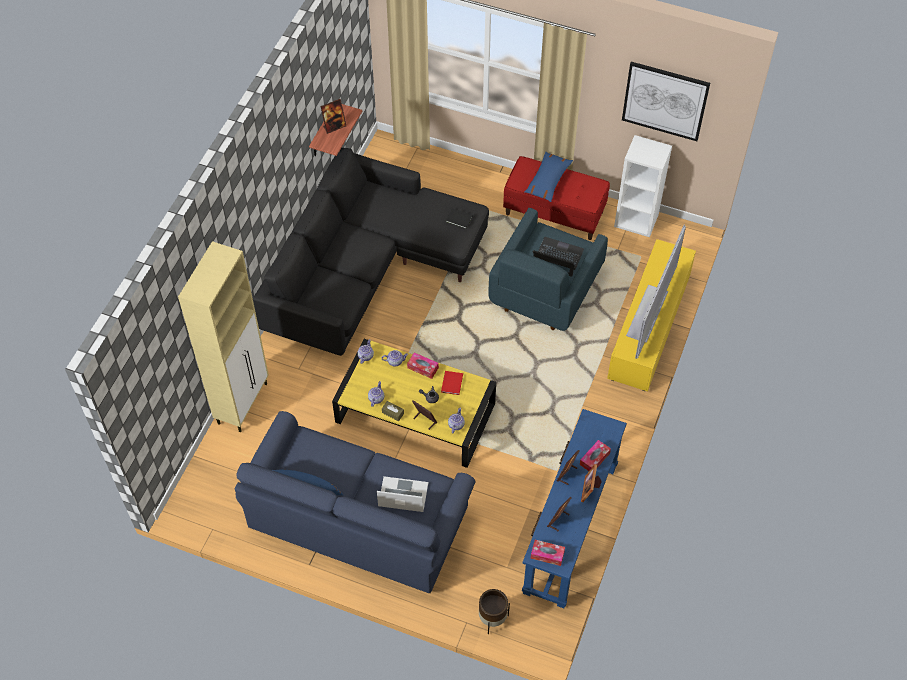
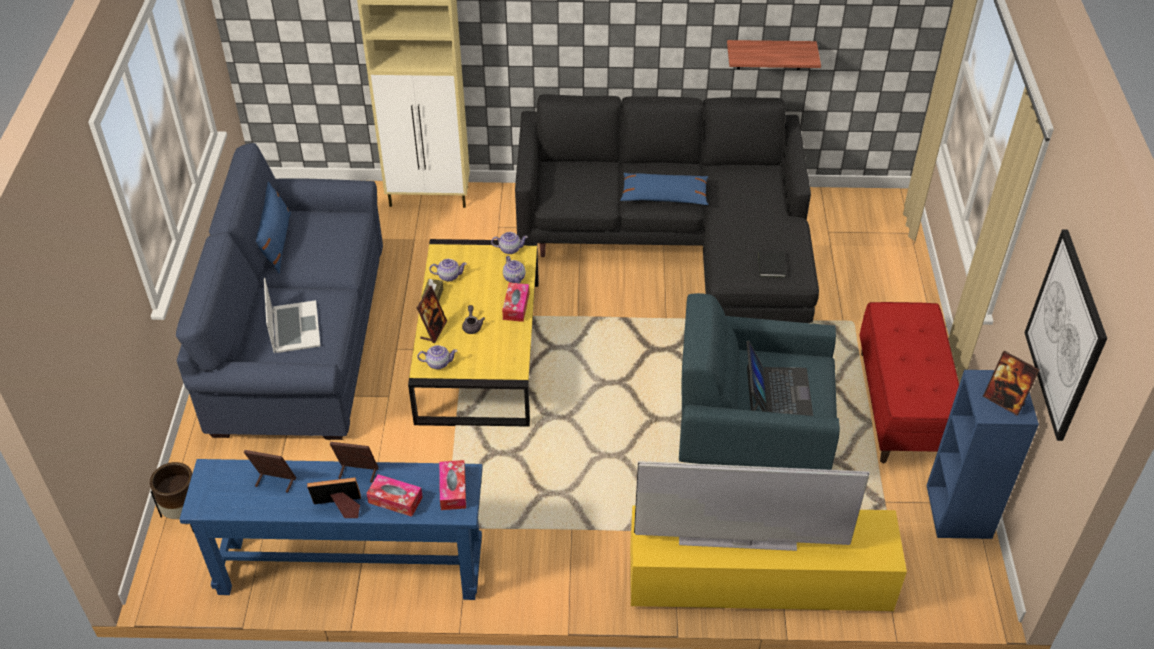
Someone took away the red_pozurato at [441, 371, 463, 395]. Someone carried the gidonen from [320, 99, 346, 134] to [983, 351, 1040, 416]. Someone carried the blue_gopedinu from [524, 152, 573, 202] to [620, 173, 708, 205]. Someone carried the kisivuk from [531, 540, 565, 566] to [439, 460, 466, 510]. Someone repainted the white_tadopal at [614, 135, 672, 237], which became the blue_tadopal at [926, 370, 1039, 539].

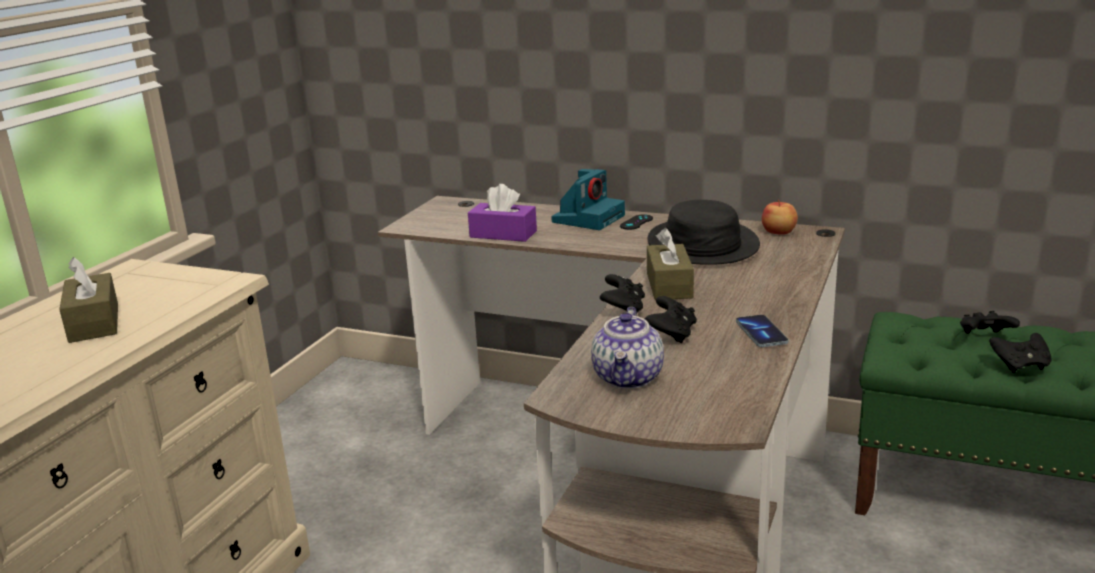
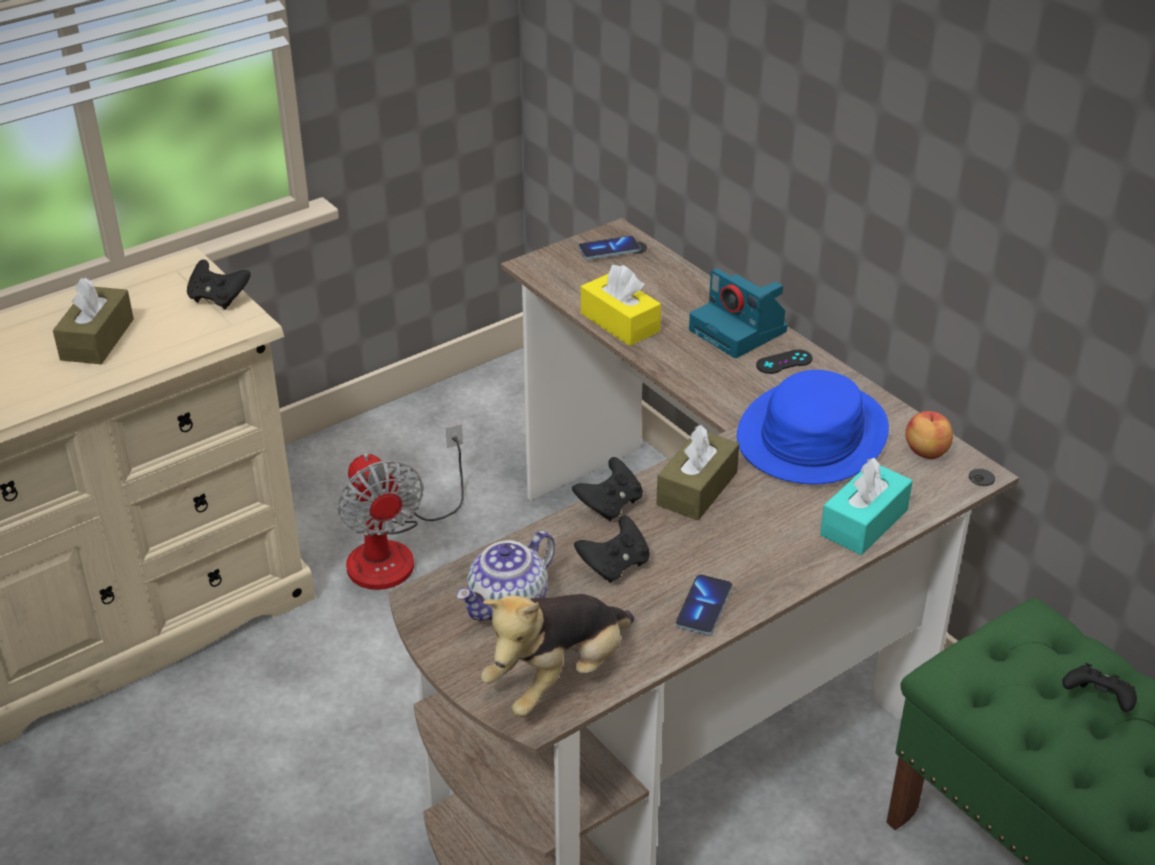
Someone put down the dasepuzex at [337, 424, 464, 590]. Someone put down the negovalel at [481, 594, 634, 717]. Someone put down the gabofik at [578, 236, 641, 260]. Someone put down the turquoise_kisivuk at [820, 458, 913, 555]. Someone carried the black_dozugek from [989, 333, 1051, 373] to [187, 260, 251, 310]. Someone repainted the purple_kisivuk at [468, 184, 537, 242], which became the yellow_kisivuk at [581, 265, 661, 346]. Someone repainted the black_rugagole at [647, 200, 760, 265], which became the blue_rugagole at [737, 370, 889, 484]. Someone rotated the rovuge at [551, 169, 625, 230] by 75 degrees clockwise.

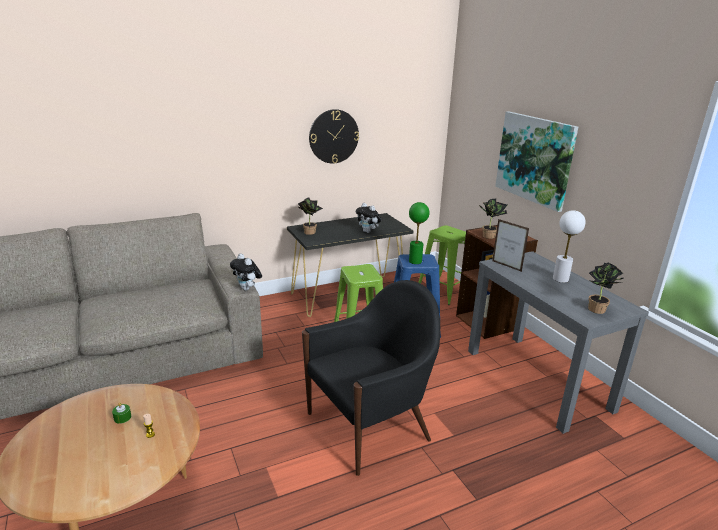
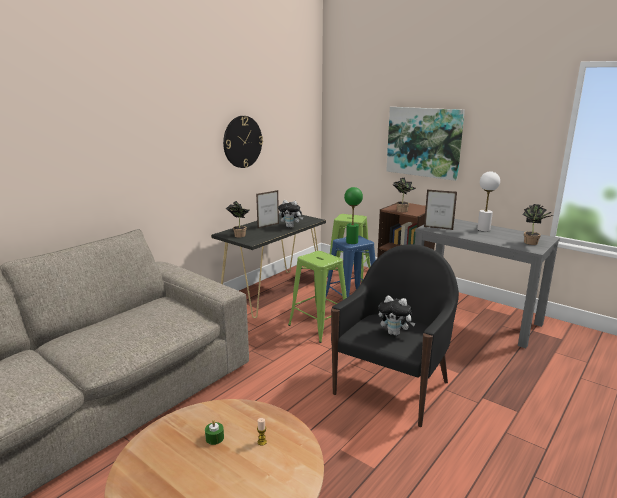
Someone put down the gidonen at [256, 190, 279, 228]. Someone carried the negovalel from [230, 254, 262, 291] to [378, 296, 415, 336].

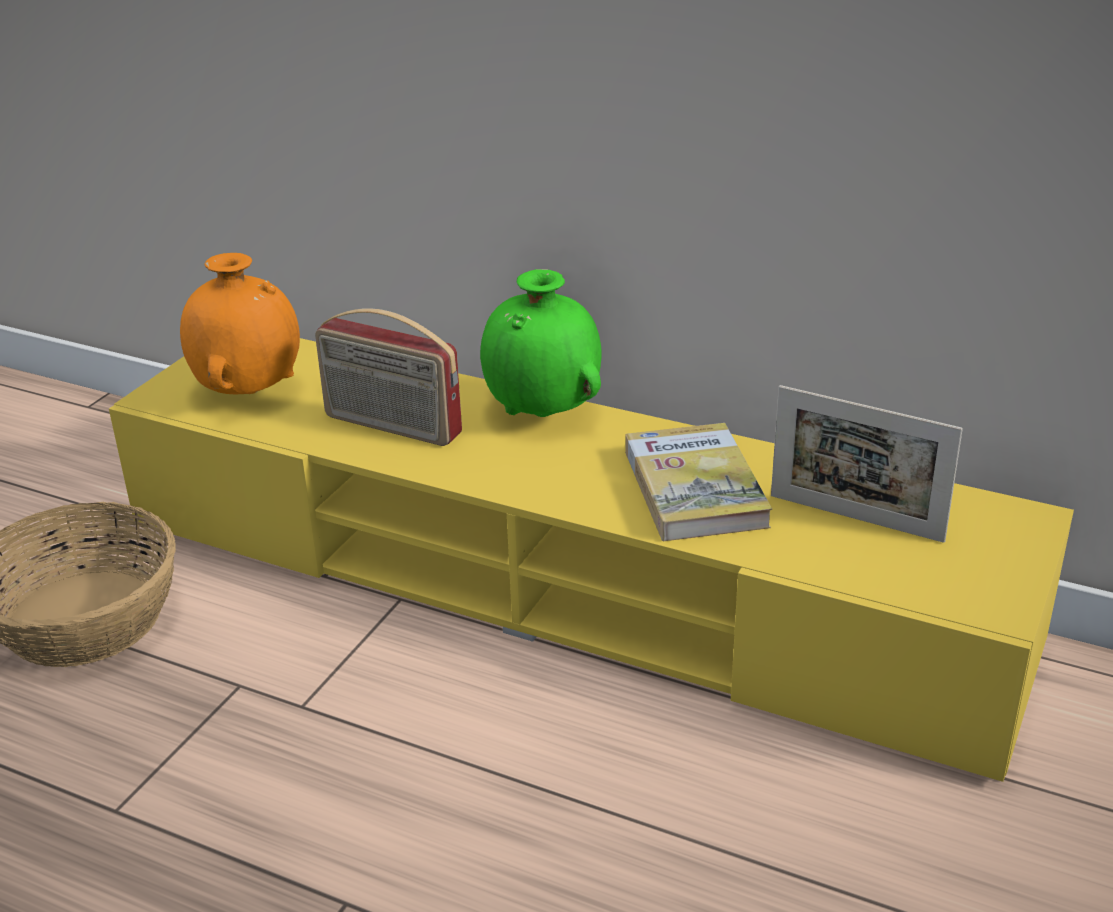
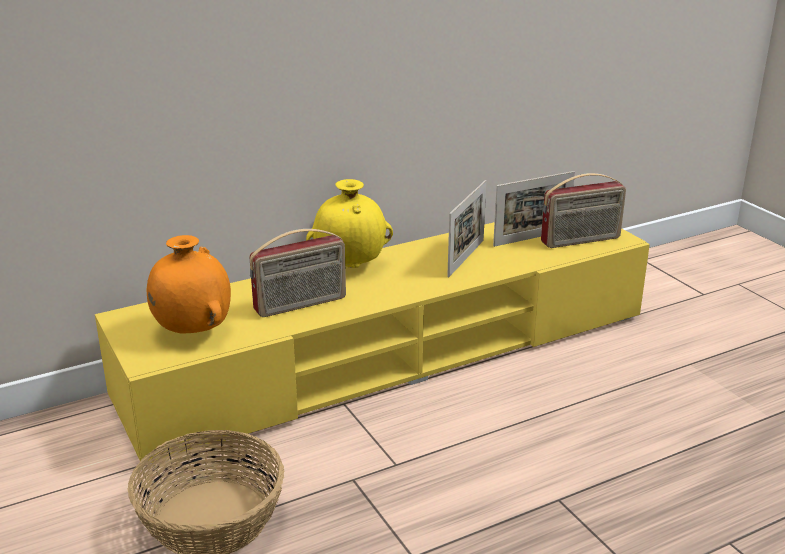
Someone put down the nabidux at [541, 173, 626, 248]. Someone swapped the pozurato at [625, 423, 772, 541] for the gidonen at [447, 180, 486, 277]. Someone repainted the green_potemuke at [480, 269, 602, 417], which became the yellow_potemuke at [306, 179, 393, 268].

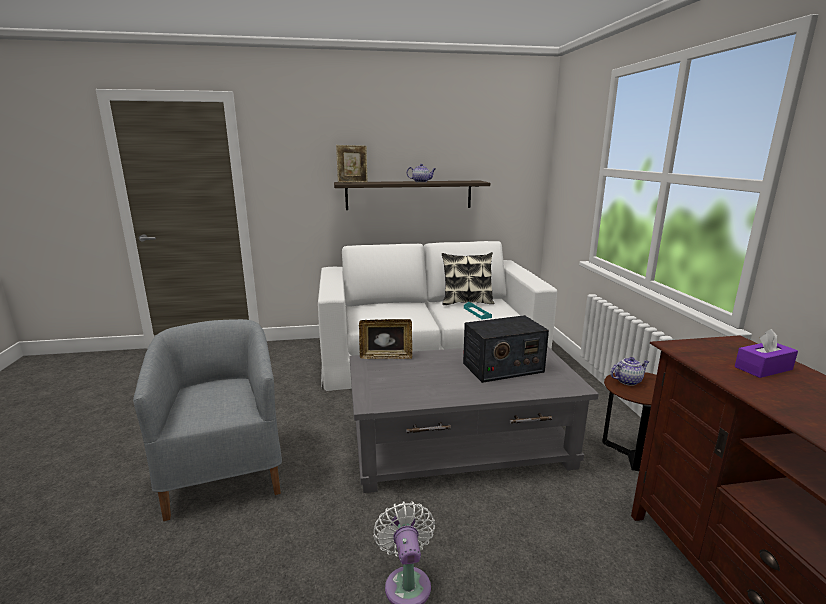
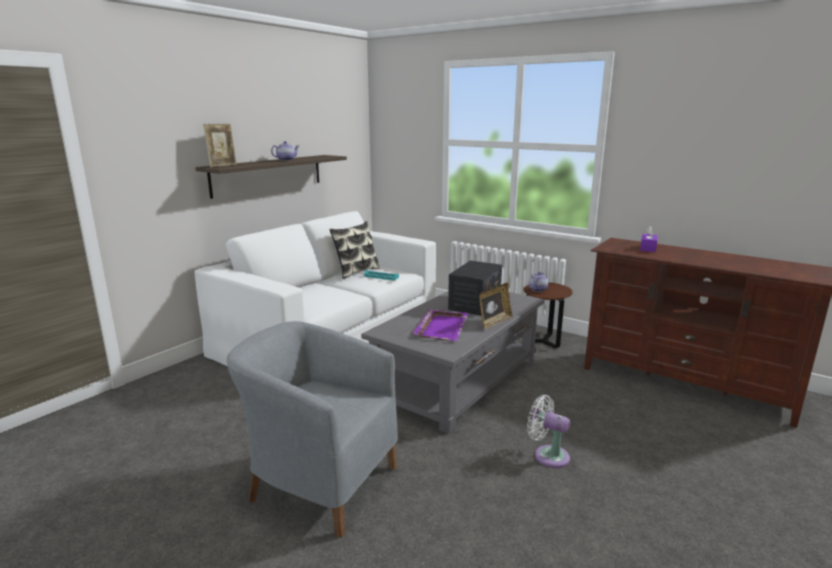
Someone put down the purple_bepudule at [413, 309, 468, 341]. Someone carried the gidonen from [359, 319, 412, 359] to [479, 283, 513, 329].

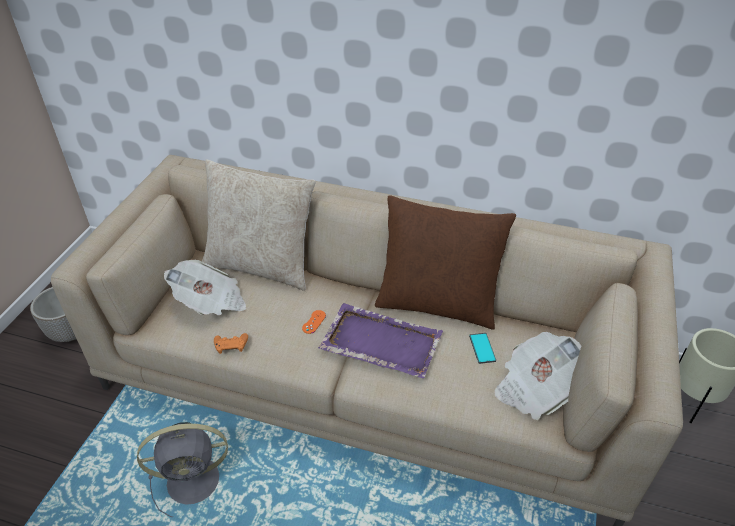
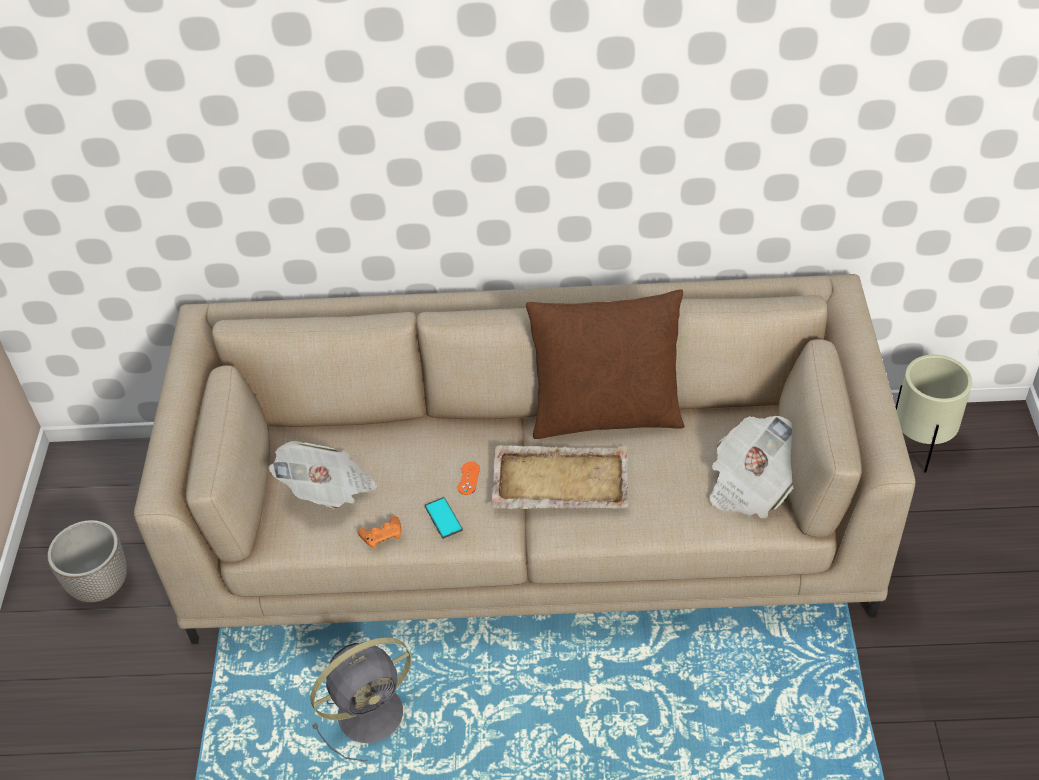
Someone took away the beige_gopedinu at [202, 160, 316, 291]. Someone carried the gabofik from [469, 333, 496, 364] to [425, 497, 463, 539]. Someone repainted the purple_bepudule at [318, 303, 443, 378], which became the beige_bepudule at [491, 445, 628, 509].

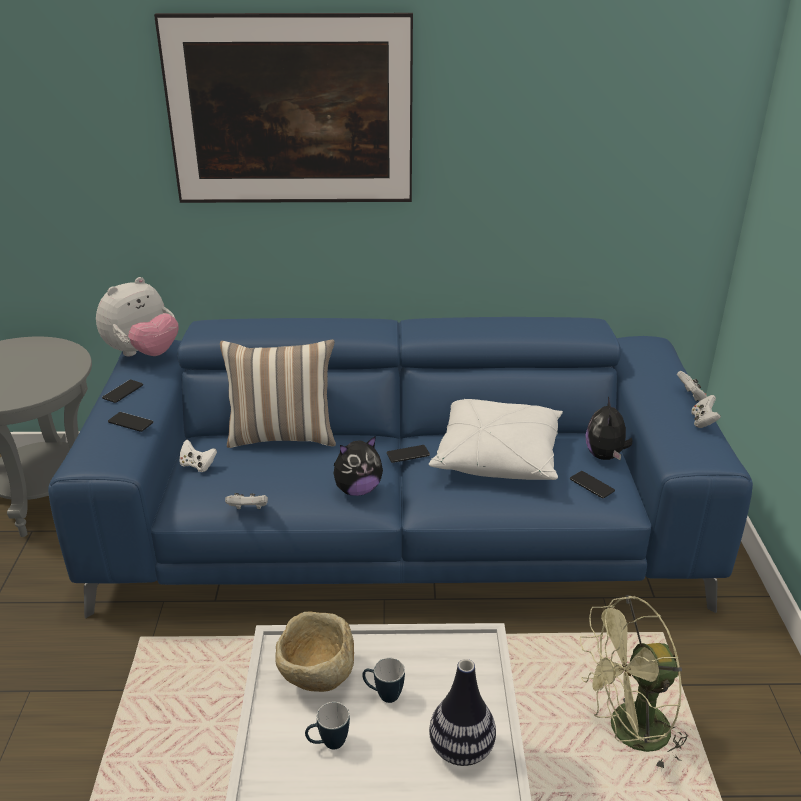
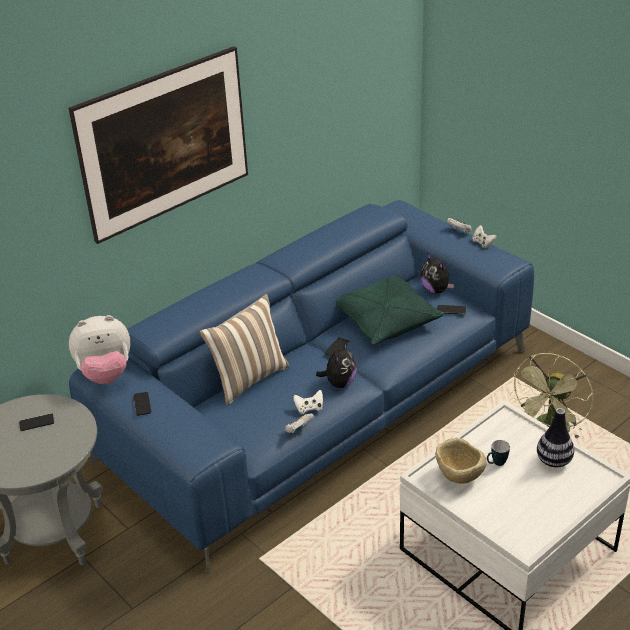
Someone took away the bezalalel at [305, 702, 350, 749]. Someone carried the gabofik from [108, 412, 153, 432] to [19, 413, 54, 431]. Someone carried the white_dozugek from [179, 440, 217, 472] to [293, 390, 323, 414]. Someone repainted the white_gopedinu at [429, 399, 563, 480], which became the green_gopedinu at [336, 275, 444, 345]. Someone rotated the negovalel at [96, 277, 178, 356] by 75 degrees clockwise.

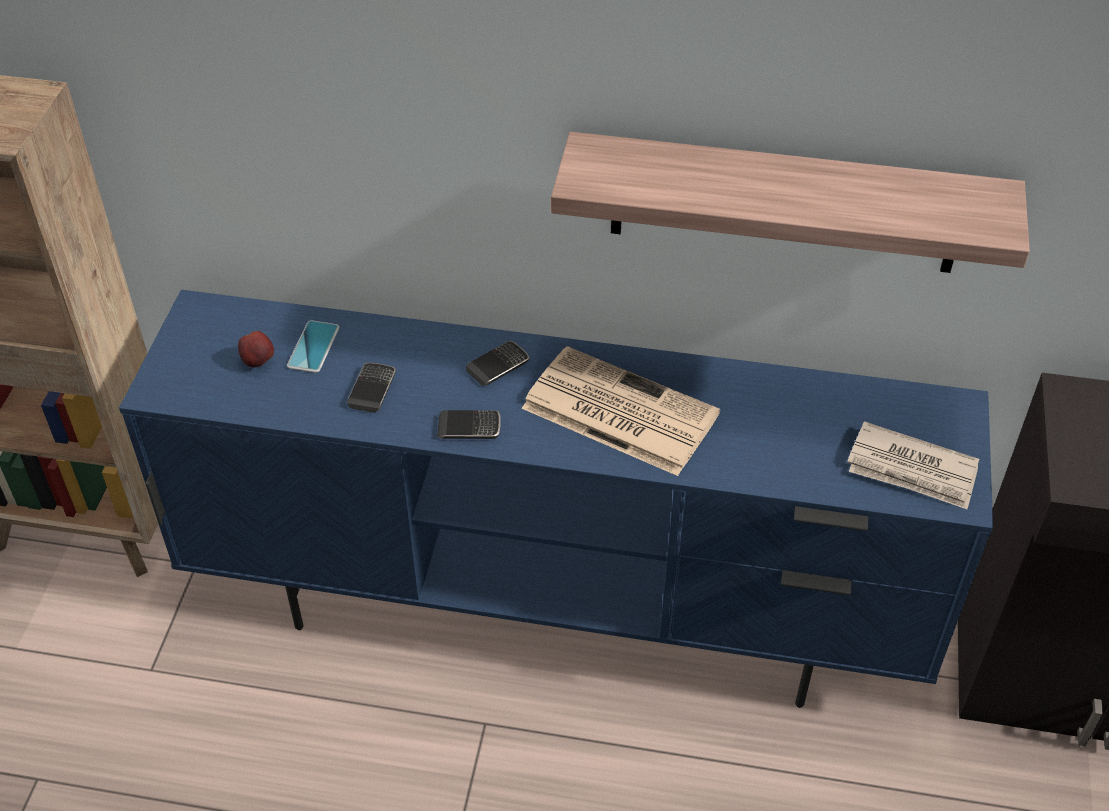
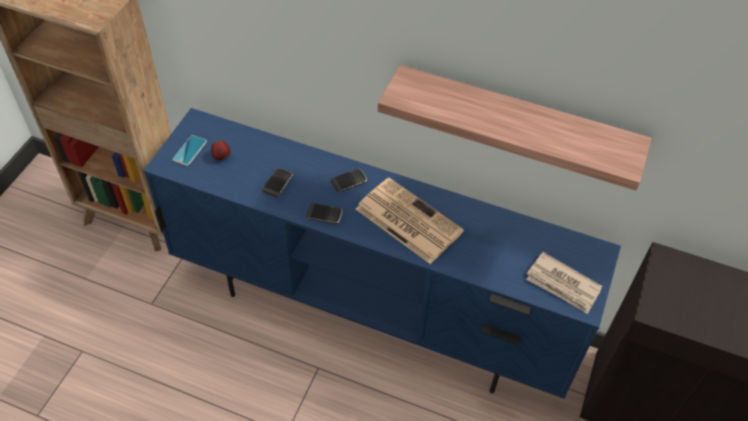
Someone carried the gabofik from [287, 320, 339, 373] to [172, 135, 207, 166].

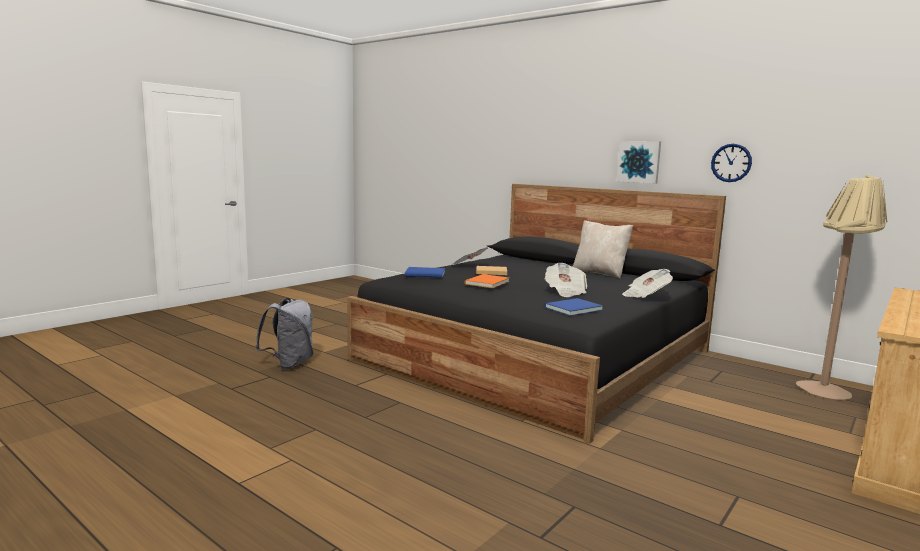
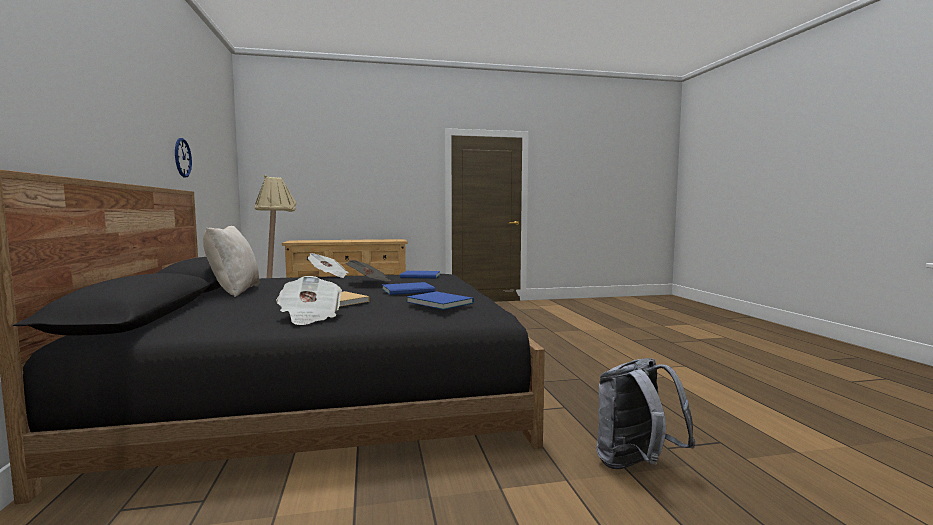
Someone took away the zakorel at [617, 141, 661, 183]. Someone repainted the orange_pozurato at [464, 274, 509, 288], which became the blue_pozurato at [382, 282, 435, 295].

